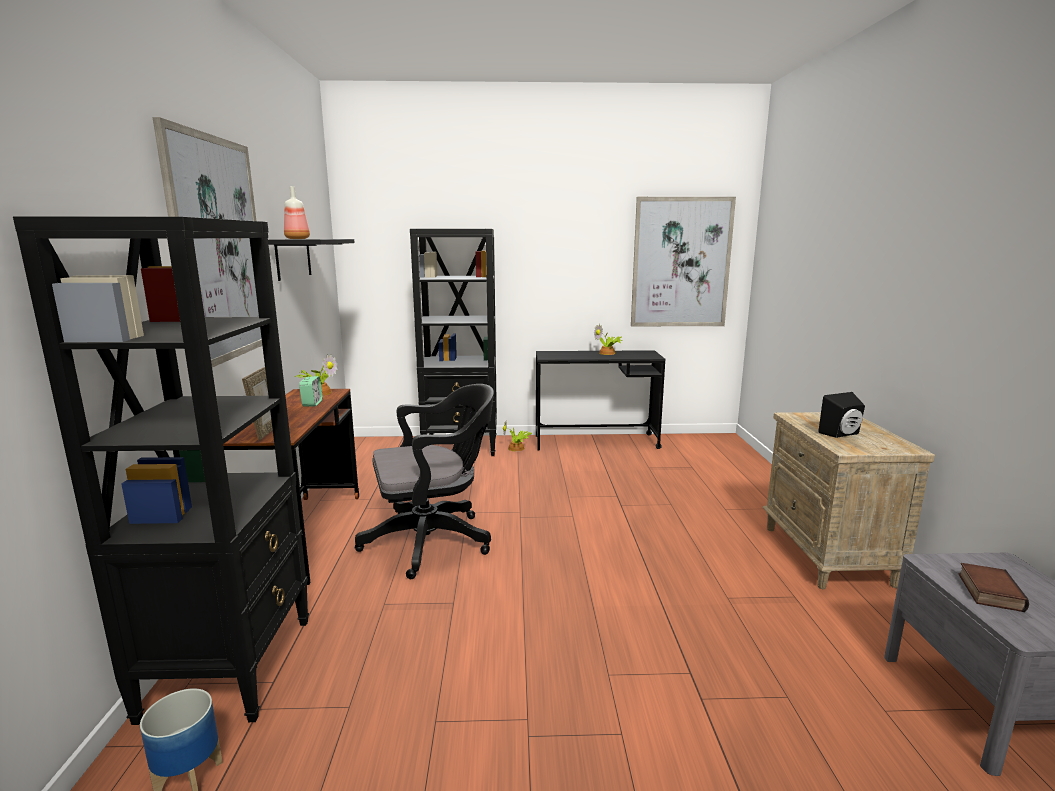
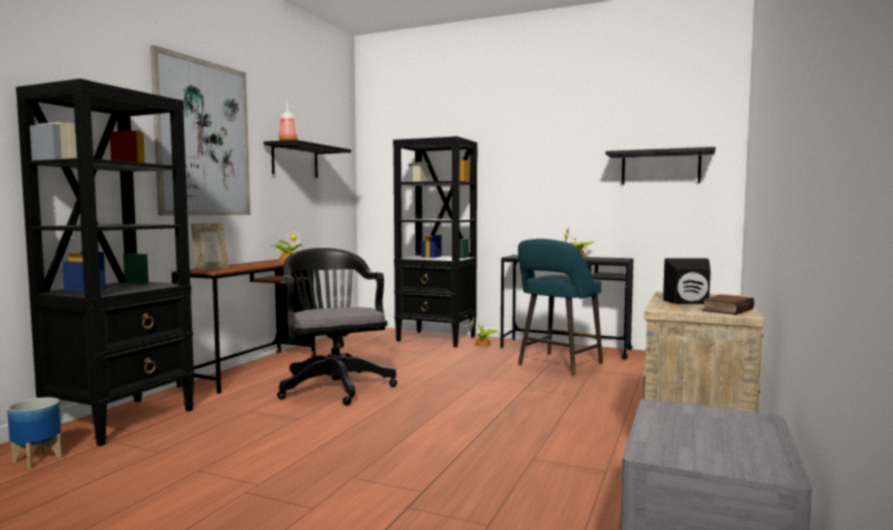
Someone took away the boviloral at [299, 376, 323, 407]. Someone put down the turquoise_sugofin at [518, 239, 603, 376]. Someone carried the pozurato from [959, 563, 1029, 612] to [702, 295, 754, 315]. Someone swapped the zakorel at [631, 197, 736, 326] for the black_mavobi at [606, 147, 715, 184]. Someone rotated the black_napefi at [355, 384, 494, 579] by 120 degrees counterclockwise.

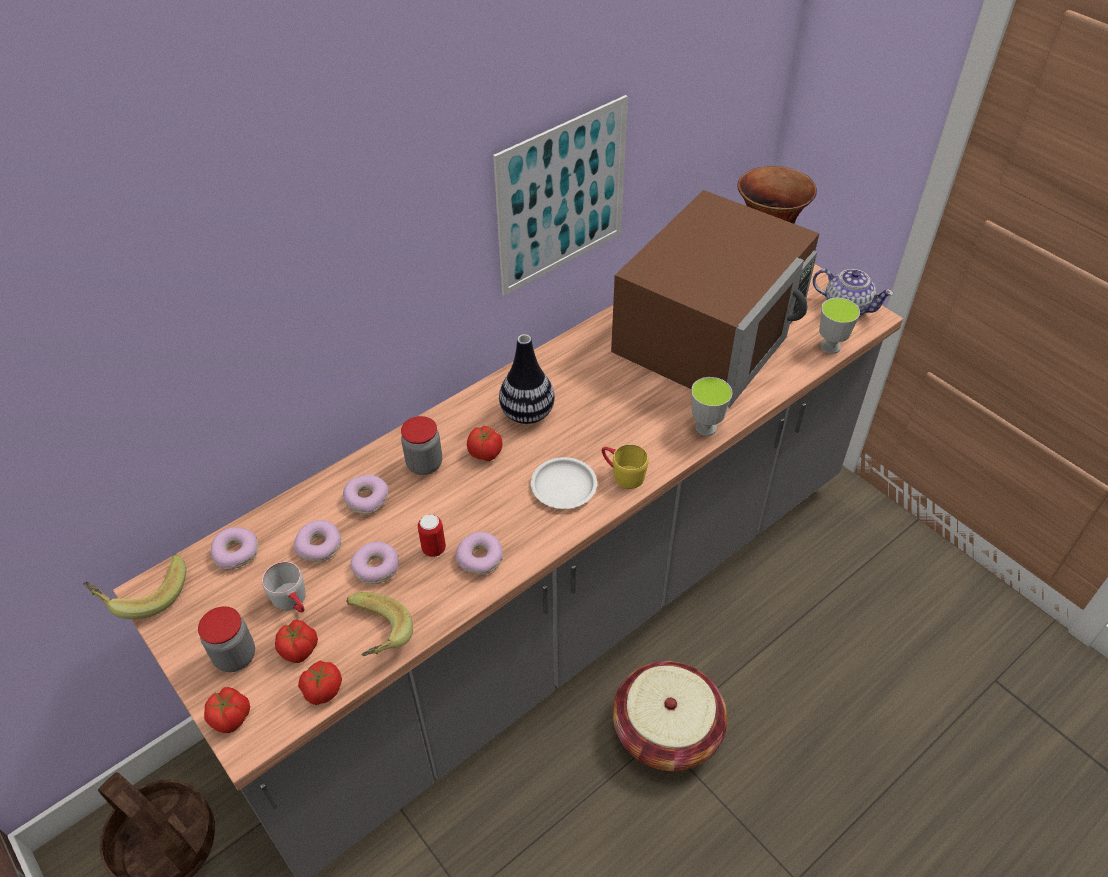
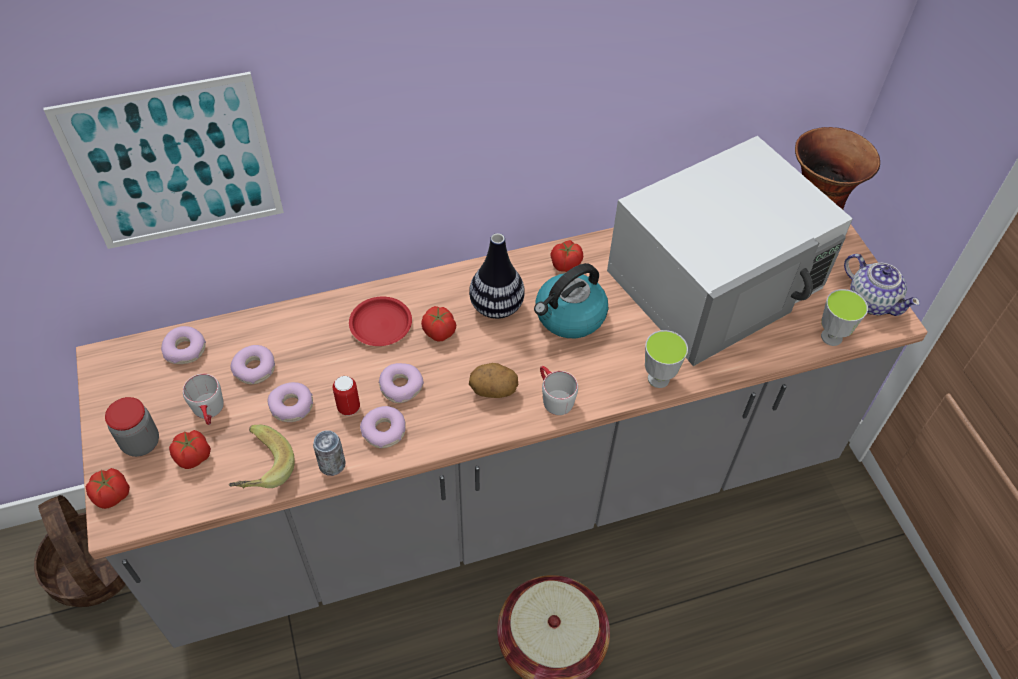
Someone took away the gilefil at [83, 554, 186, 619]. Someone put down the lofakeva at [313, 430, 346, 476]. Someone put down the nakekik at [534, 263, 608, 338]. Someone carried the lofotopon from [298, 661, 342, 705] to [550, 240, 583, 272]. Someone carried the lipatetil from [343, 475, 388, 514] to [379, 363, 424, 403]. Someone carried the zakorel from [493, 95, 628, 295] to [43, 72, 284, 249]. Someone swapped the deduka at [401, 416, 442, 475] for the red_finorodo at [349, 297, 412, 346]. Someone swapped the white_finorodo at [531, 457, 597, 509] for the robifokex at [469, 363, 518, 398]. Someone repainted the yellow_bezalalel at [602, 444, 649, 489], which became the grey_bezalalel at [540, 366, 578, 415]. Someone repainted the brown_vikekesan at [611, 190, 819, 407], which became the white_vikekesan at [607, 136, 853, 366].

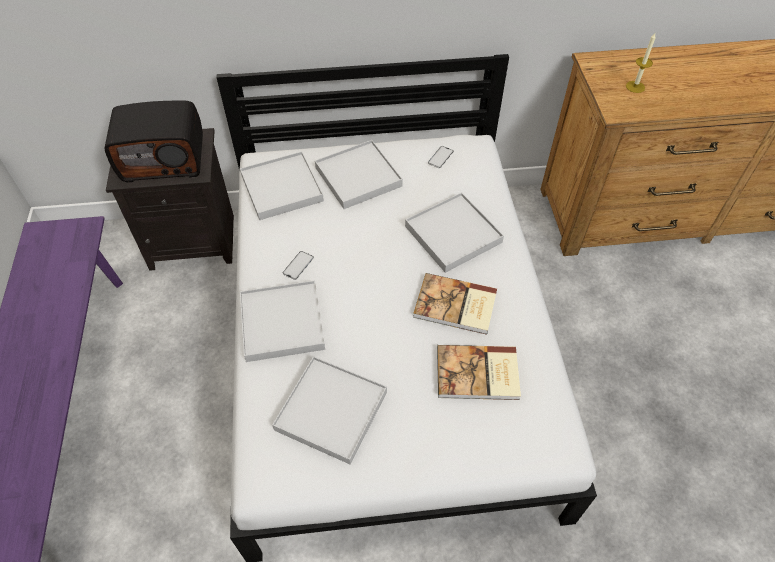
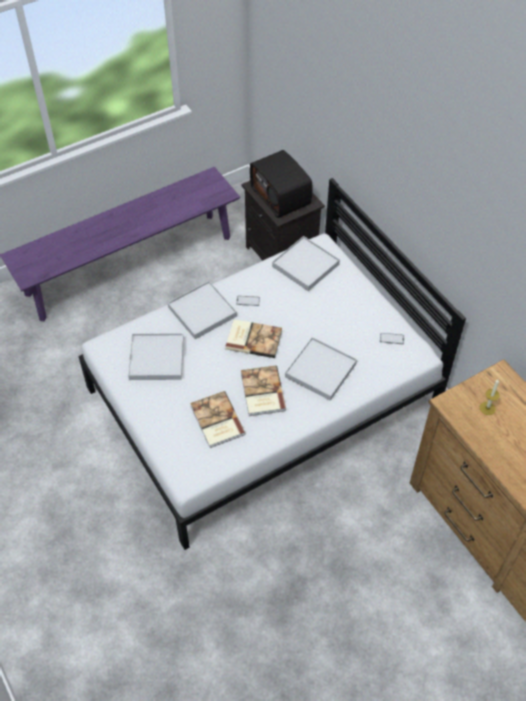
Someone took away the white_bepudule at [315, 140, 403, 209]. Someone put down the pozurato at [225, 319, 282, 358].

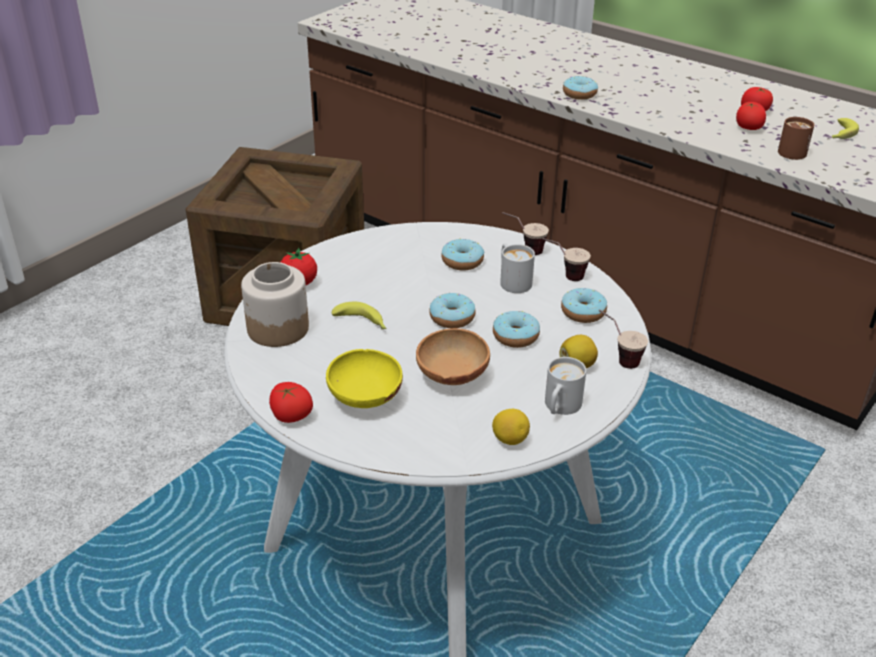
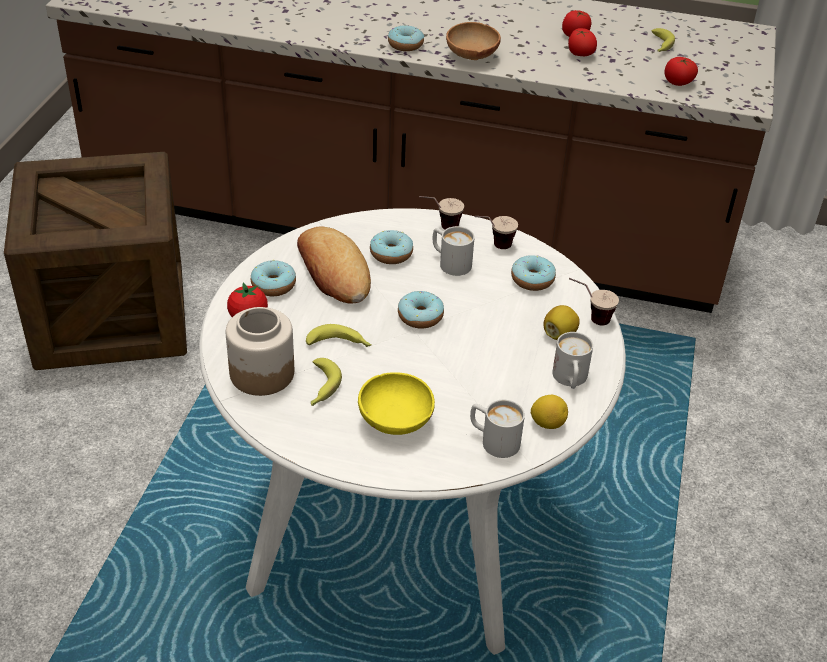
Someone took away the brown_bezalalel at [778, 117, 814, 160]. Someone put down the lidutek at [297, 226, 371, 304]. Someone put down the gilefil at [311, 358, 342, 406]. Someone put down the white_bezalalel at [470, 400, 525, 458]. Someone carried the lofotopon from [269, 382, 313, 423] to [665, 57, 698, 86]. Someone carried the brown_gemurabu from [416, 328, 490, 385] to [446, 22, 501, 60]. Someone carried the lipatetil from [493, 311, 540, 348] to [251, 260, 296, 296].

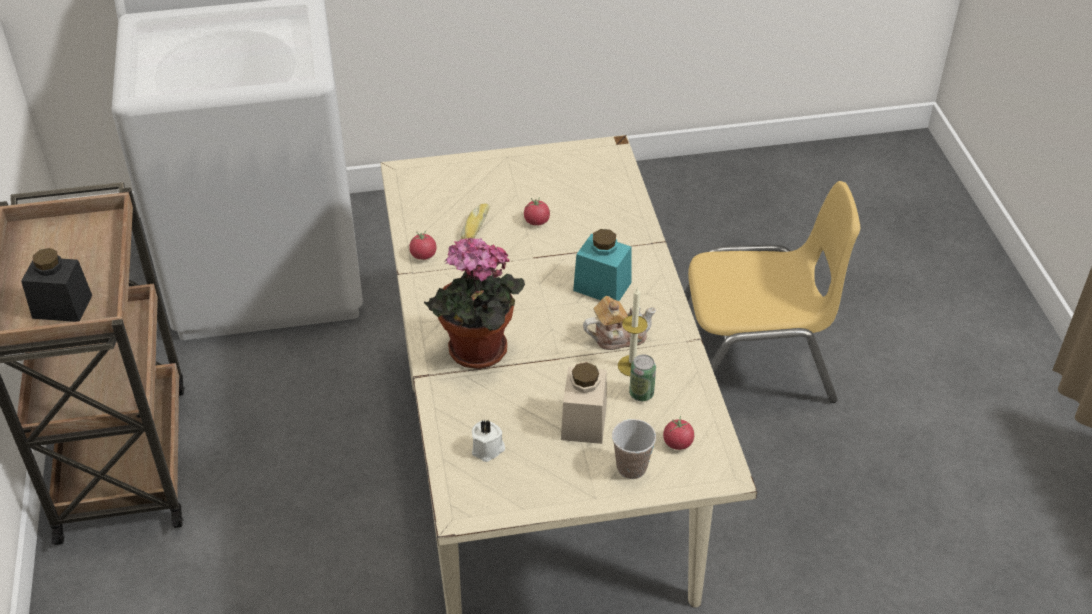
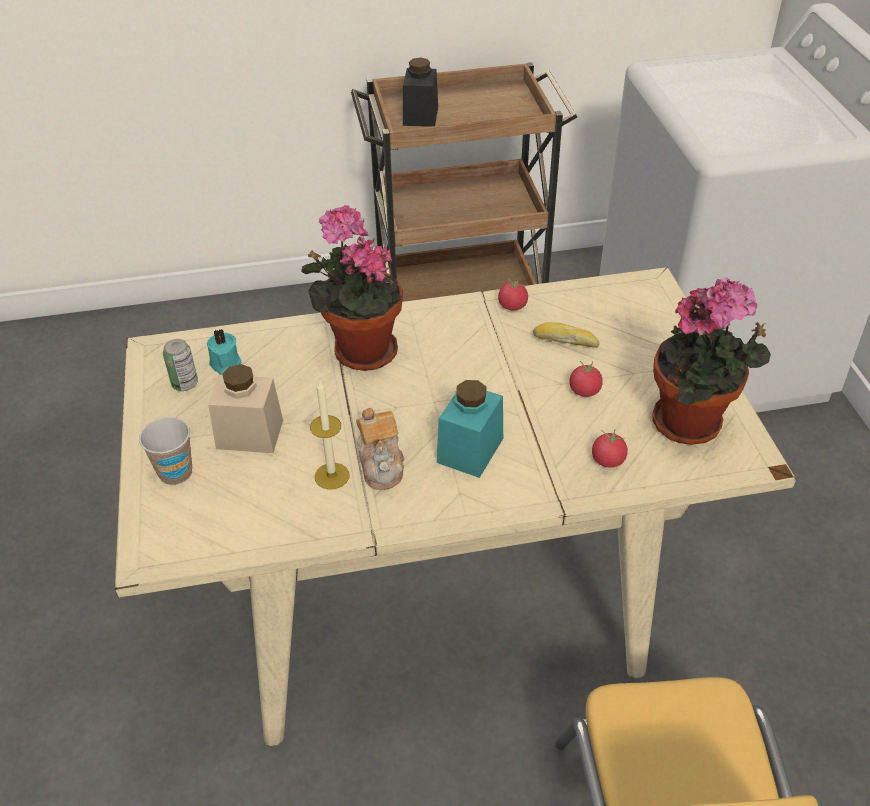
Someone put down the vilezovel at [652, 277, 771, 445]. Someone carried the lofakeva from [629, 354, 656, 401] to [163, 339, 198, 391]. Someone carried the lofotopon from [663, 415, 694, 450] to [592, 429, 628, 468]. Someone repainted the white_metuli at [472, 420, 505, 462], which became the turquoise_metuli at [207, 329, 241, 375].

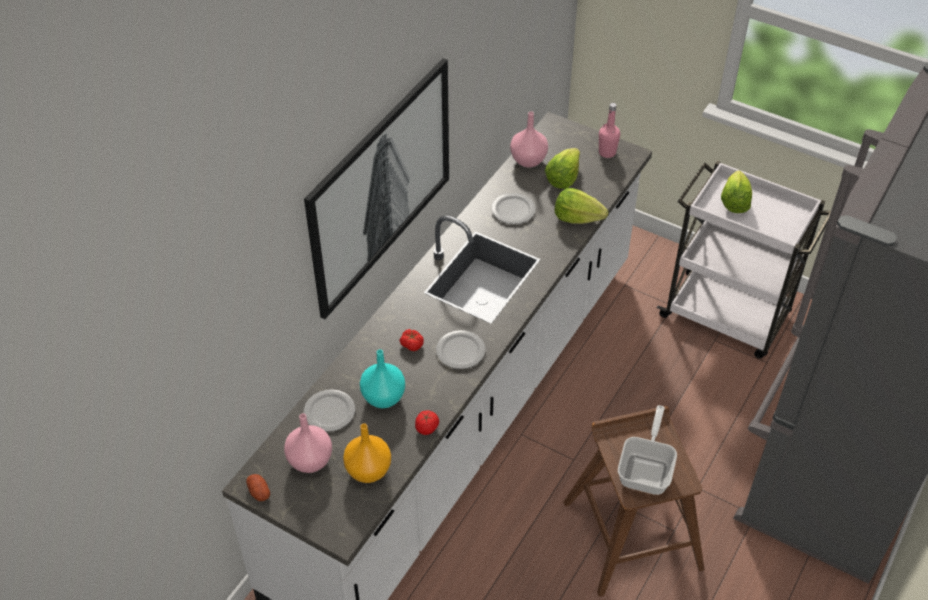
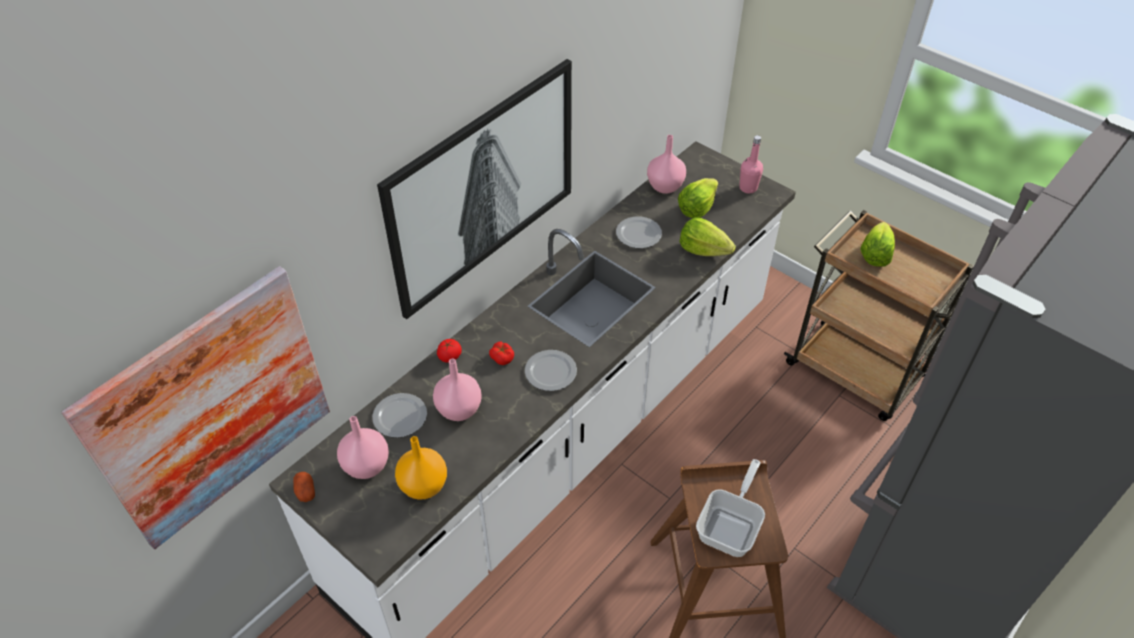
Someone put up the zakorel at [61, 266, 330, 549]. Someone carried the lofotopon from [415, 410, 439, 435] to [437, 339, 462, 363]. Someone repainted the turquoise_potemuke at [360, 349, 405, 408], which became the pink_potemuke at [433, 358, 482, 421]. Someone repainted the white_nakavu at [657, 161, 831, 359], which became the brown_nakavu at [784, 210, 974, 421].

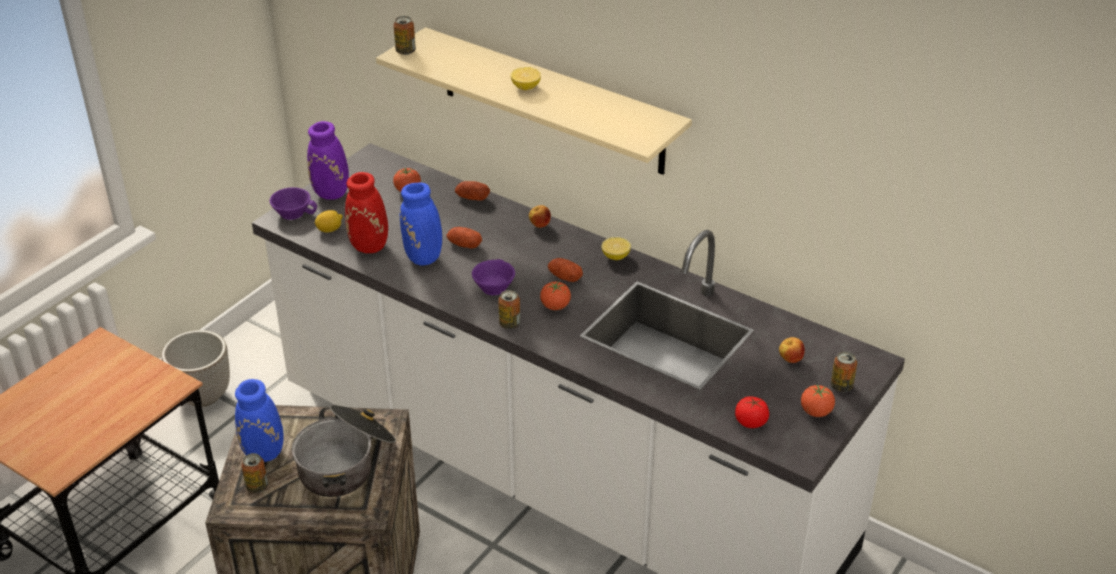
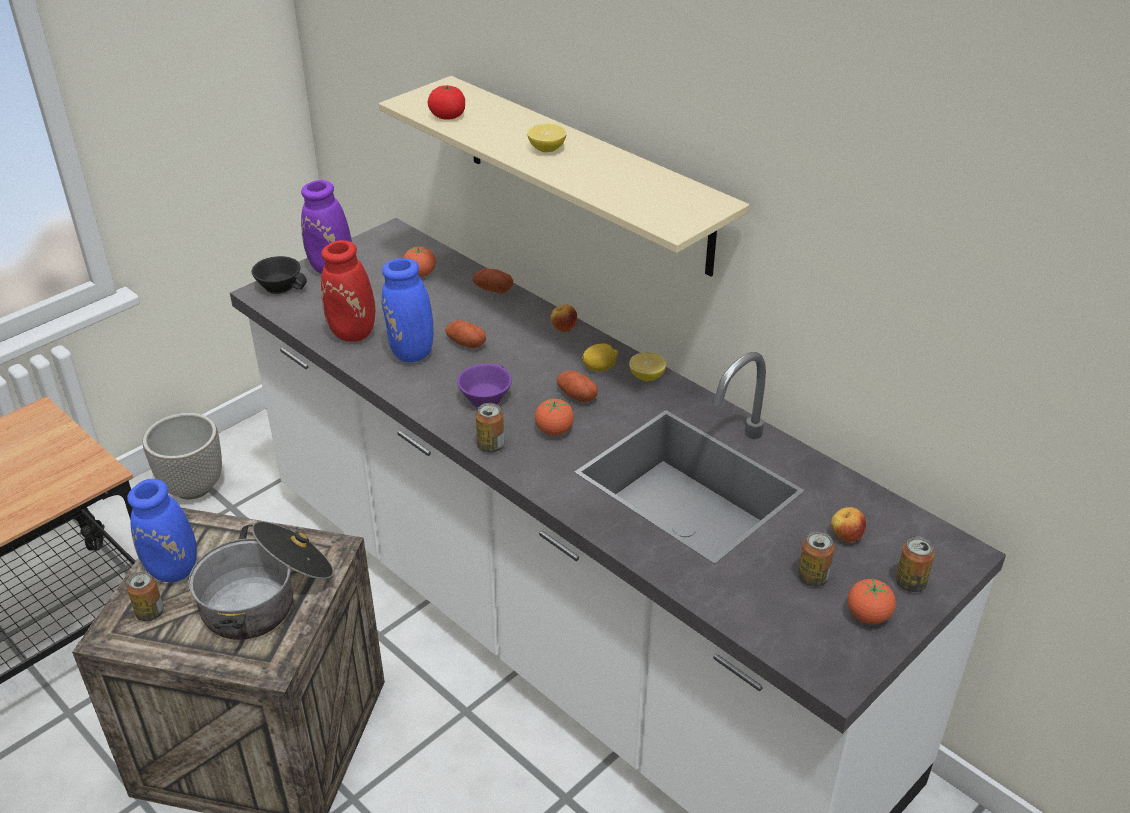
Someone carried the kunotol from [315, 210, 343, 233] to [582, 343, 618, 372]. Someone carried the lofakeva from [394, 16, 416, 55] to [798, 531, 835, 587]. Someone carried the lofotopon from [735, 396, 769, 428] to [427, 85, 465, 119]. Someone repainted the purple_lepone at [270, 187, 317, 220], which became the black_lepone at [252, 256, 307, 294].

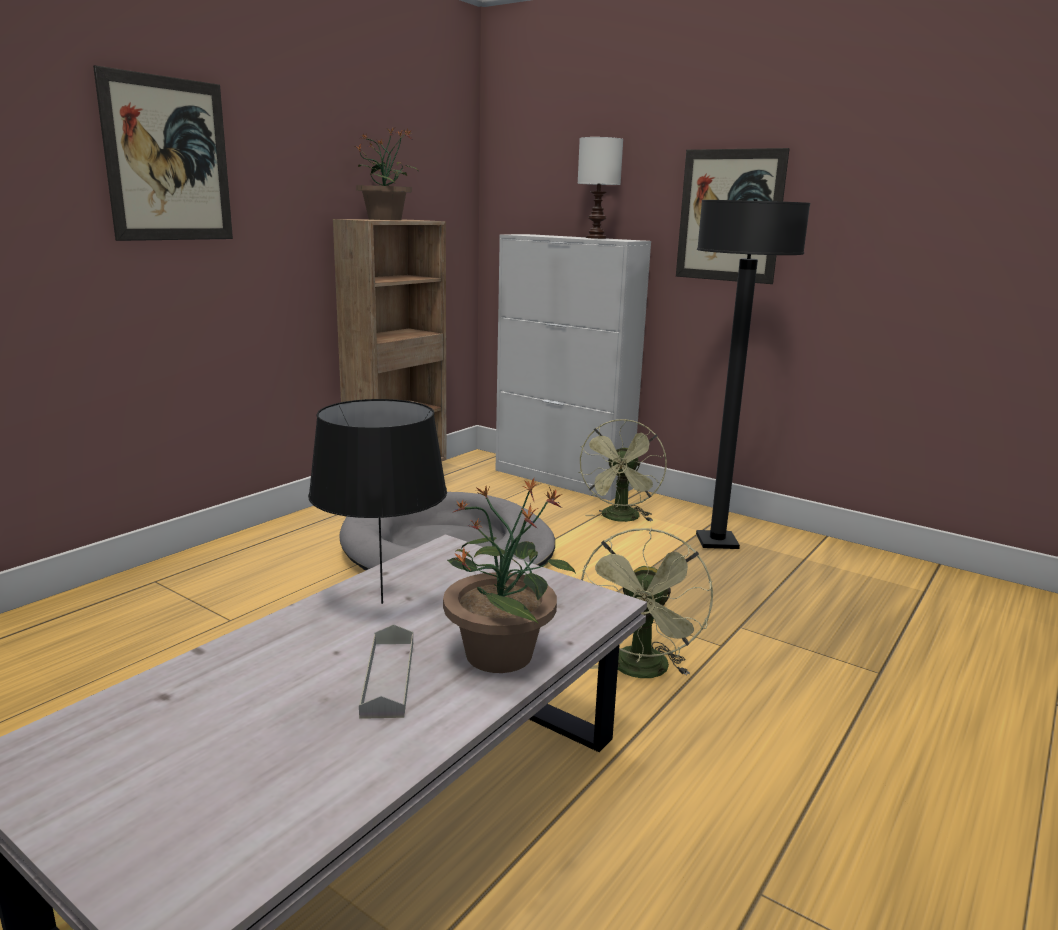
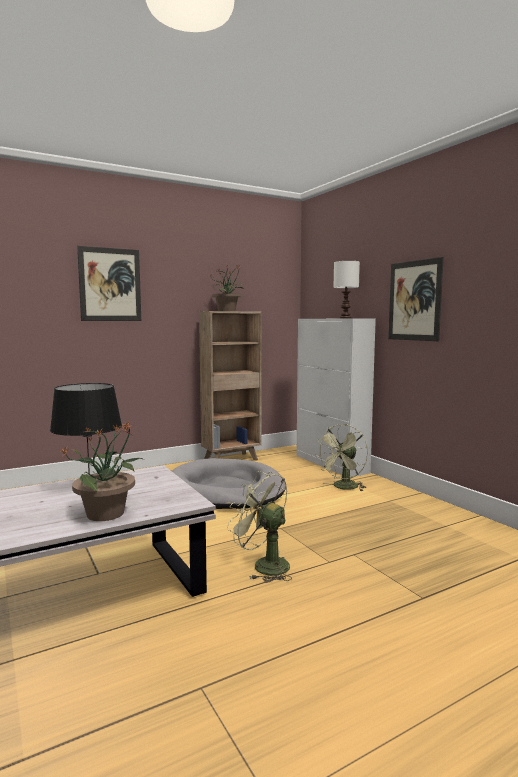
Someone took away the grey_bepudule at [359, 624, 413, 719]. Someone took away the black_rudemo at [696, 199, 811, 549]. Someone rotated the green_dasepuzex at [581, 528, 713, 678] by 90 degrees clockwise.

